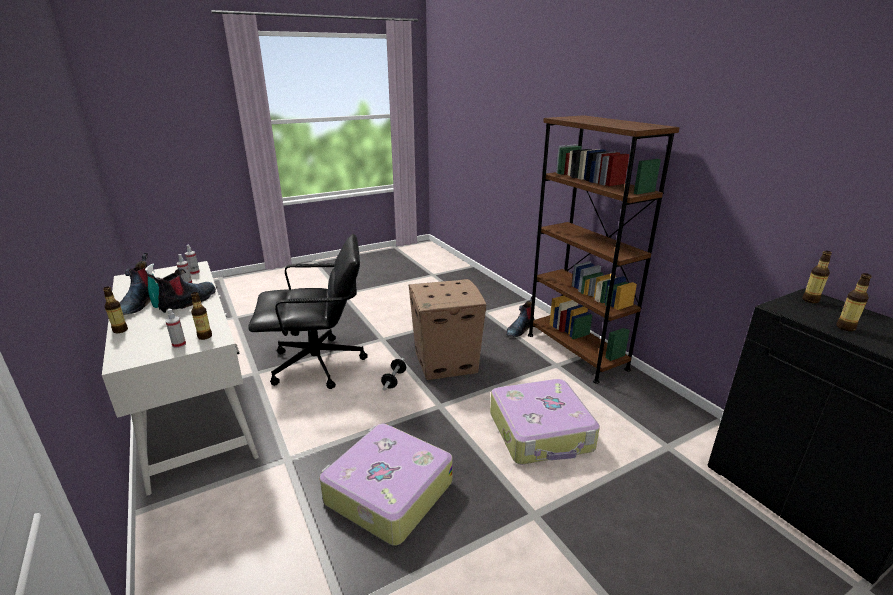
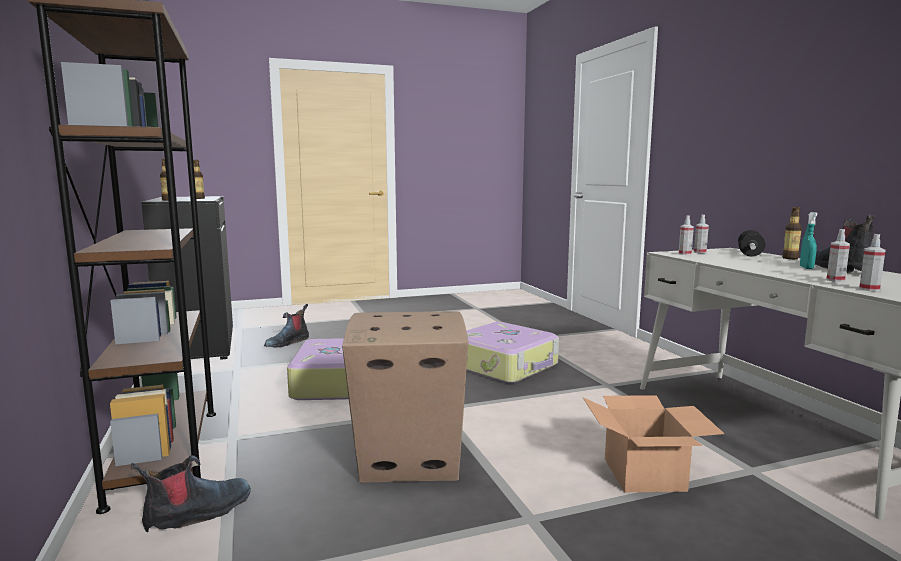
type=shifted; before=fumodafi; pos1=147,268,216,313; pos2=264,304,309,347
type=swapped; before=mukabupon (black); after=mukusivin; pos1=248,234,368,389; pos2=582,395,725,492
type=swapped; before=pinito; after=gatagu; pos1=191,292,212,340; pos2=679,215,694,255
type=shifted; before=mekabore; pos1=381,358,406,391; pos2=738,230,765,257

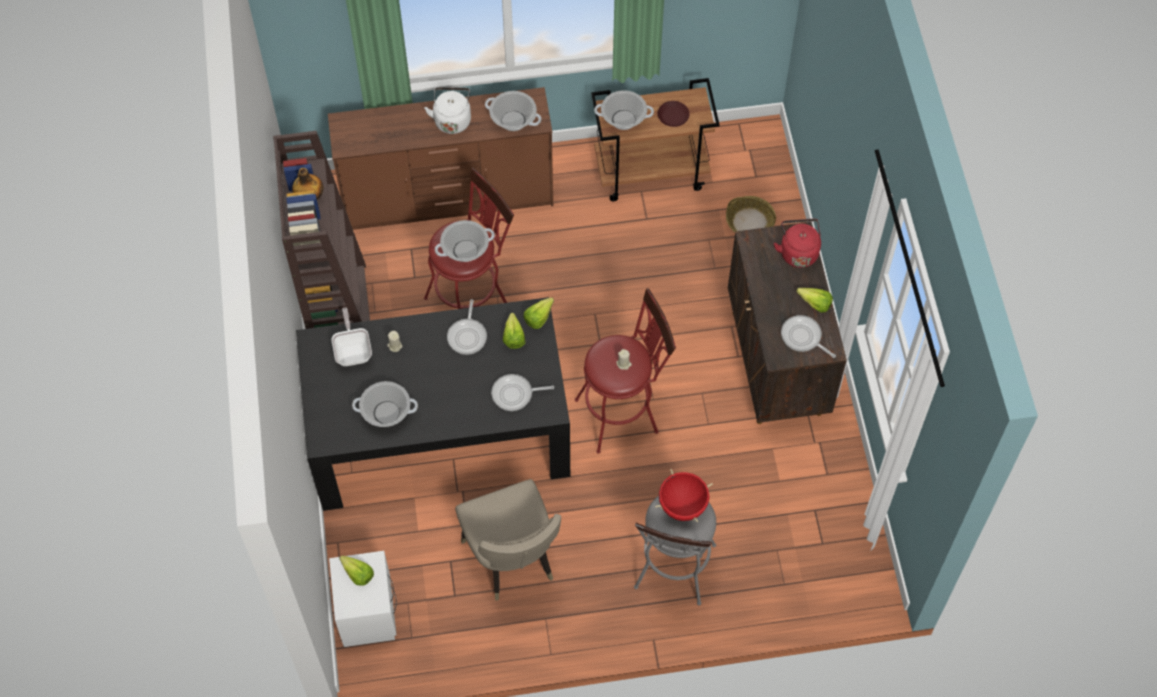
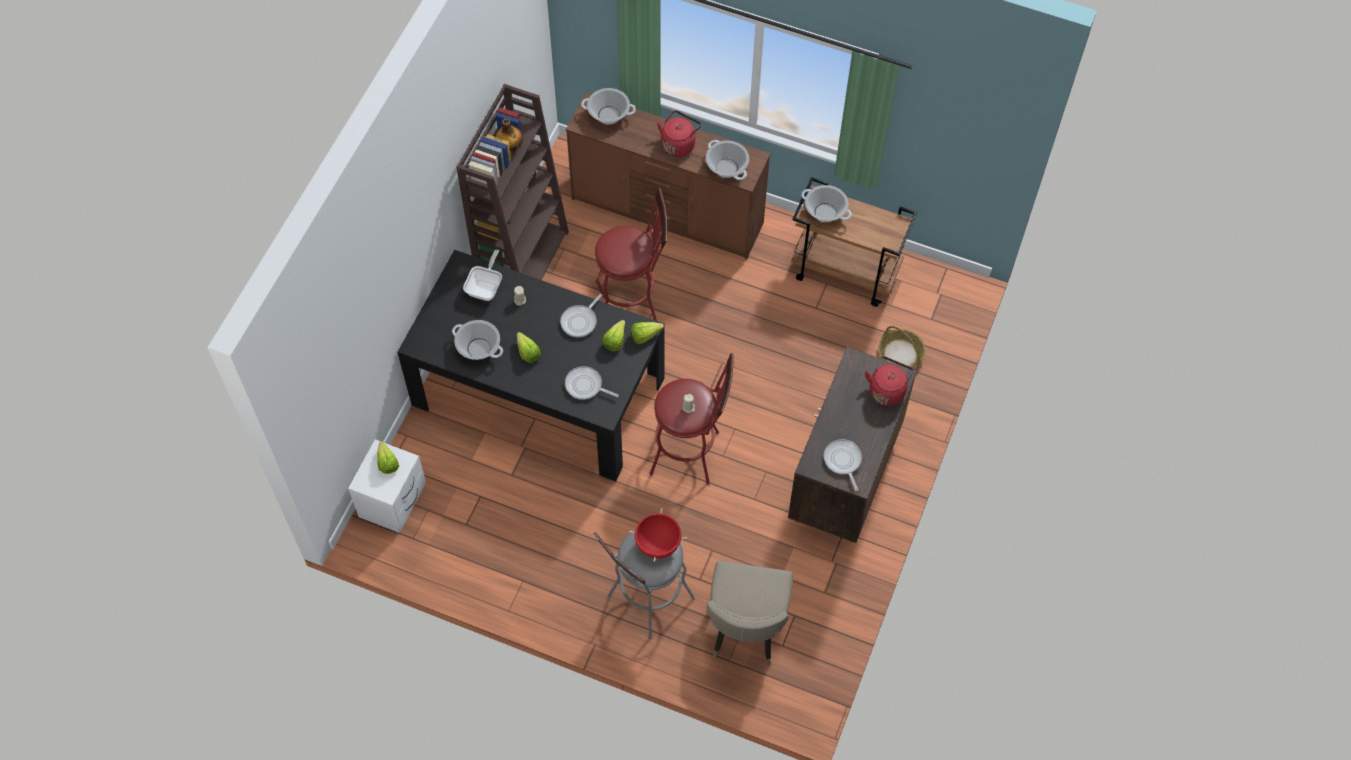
type=shifted; before=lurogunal; pos1=796,288,833,312; pos2=517,332,541,363
type=shifted; before=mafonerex; pos1=435,220,495,262; pos2=581,88,636,125
type=repainted; before=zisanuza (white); after=zisanuza (red); pos1=424,87,471,134; pos2=657,110,701,157
type=shifted; before=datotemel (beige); pos1=455,479,561,601; pos2=706,561,793,666
type=gone; before=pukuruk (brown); pos1=658,101,690,127

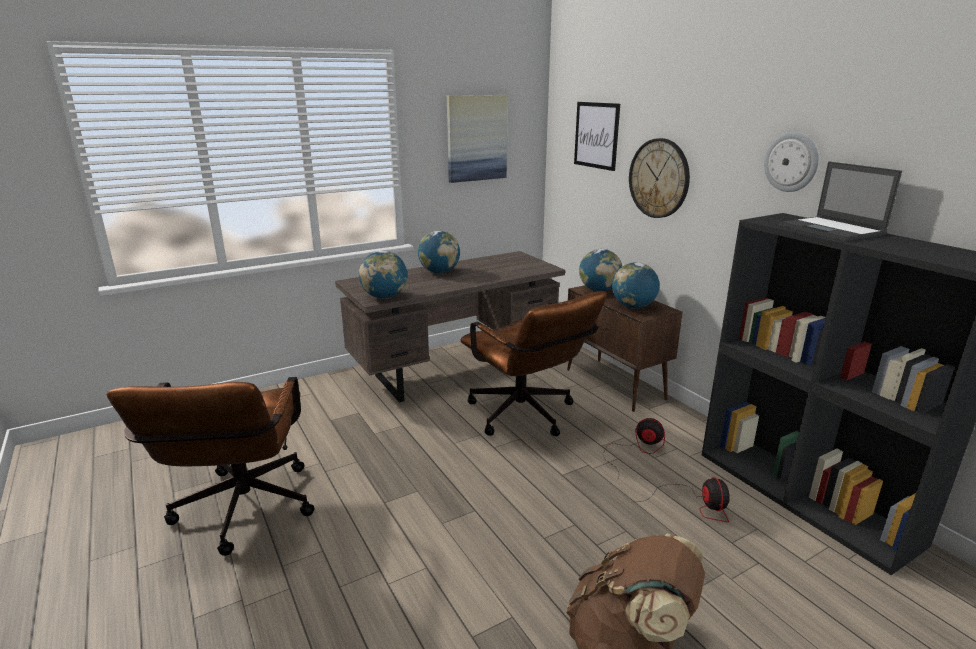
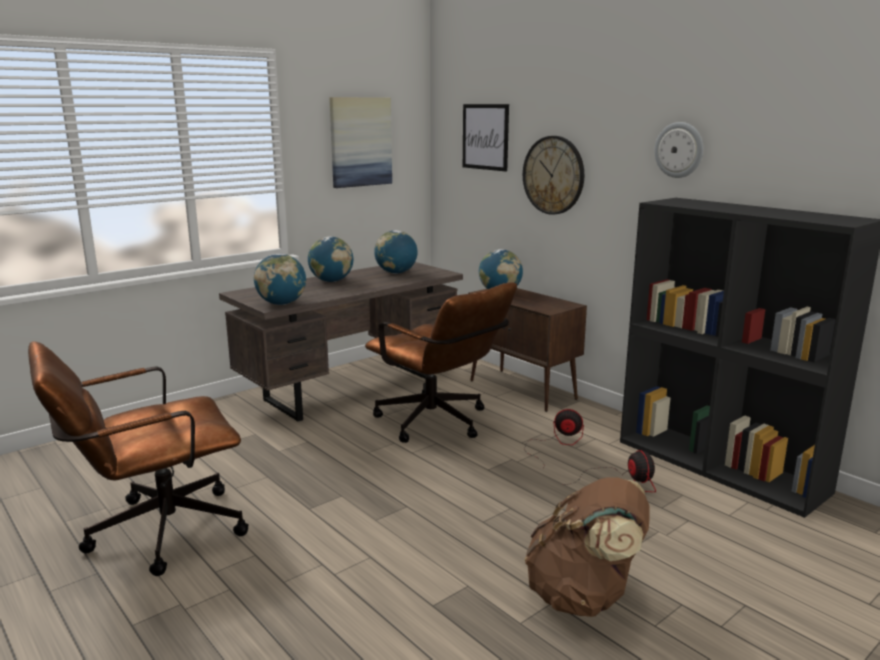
type=rotated; before=mukabupon (brown); pos1=107,377,315,556; pos2=28,341,249,576; turn=75
type=shifted; before=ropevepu; pos1=612,262,659,309; pos2=374,230,418,274
type=gone; before=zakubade; pos1=779,161,902,241

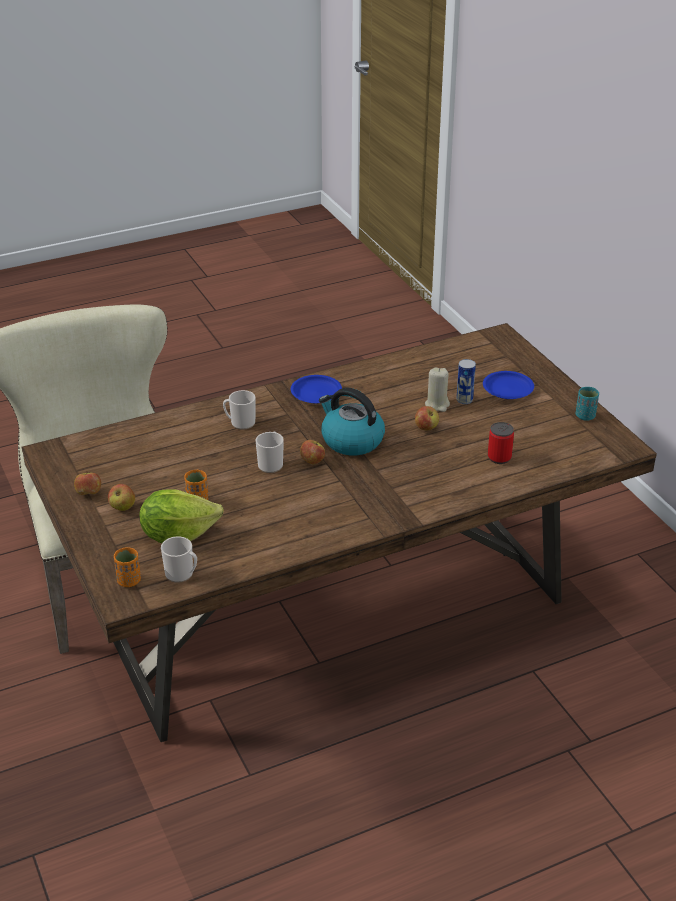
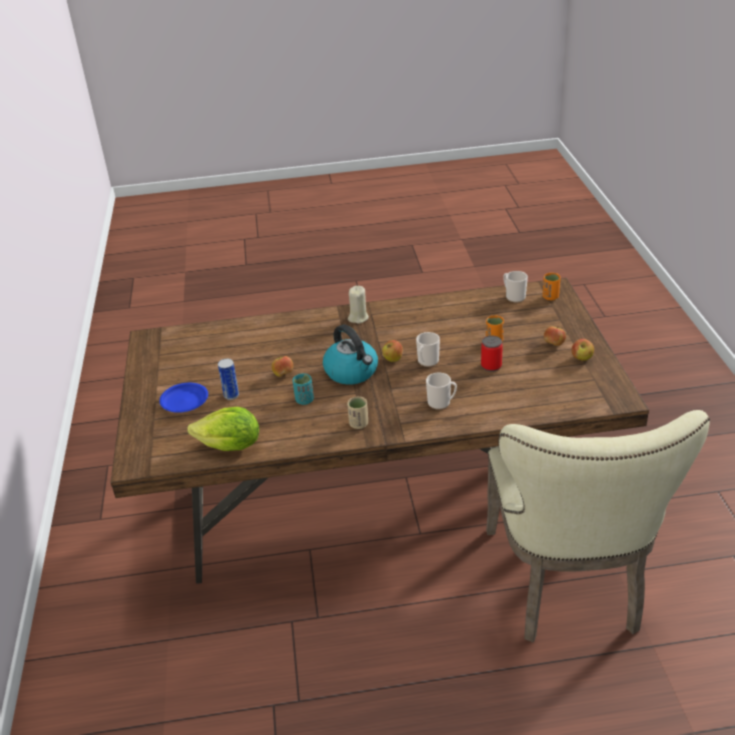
type=shifted; before=lurogunal; pos1=139,489,224,543; pos2=187,407,259,451
type=shifted; before=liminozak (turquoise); pos1=576,387,599,421; pos2=293,374,314,405
type=swapped; before=pukuruk (blue); after=liminozak (beige); pos1=291,375,342,403; pos2=347,396,368,429
type=shifted; before=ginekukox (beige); pos1=425,368,450,412; pos2=348,286,369,324
type=shifted; before=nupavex; pos1=488,422,514,464; pos2=481,336,503,372

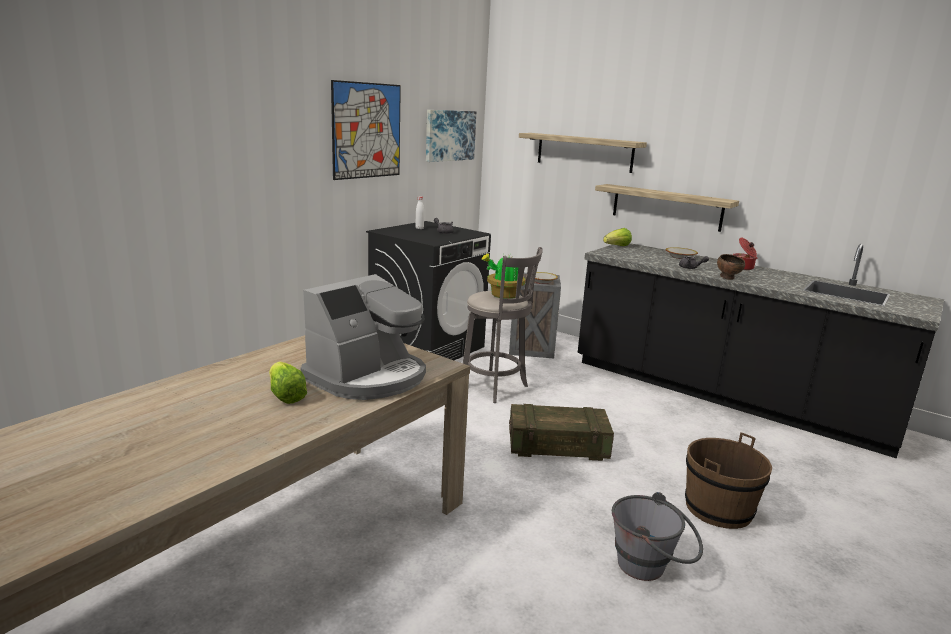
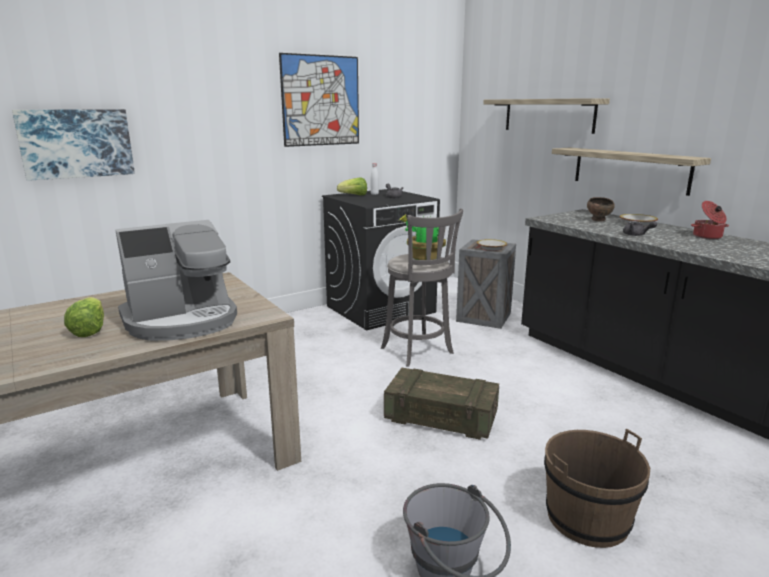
type=shifted; before=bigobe; pos1=426,110,476,162; pos2=12,109,135,181
type=shifted; before=lurogunal; pos1=603,228,632,246; pos2=337,177,367,195
type=shifted; before=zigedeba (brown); pos1=717,254,745,280; pos2=587,197,615,222

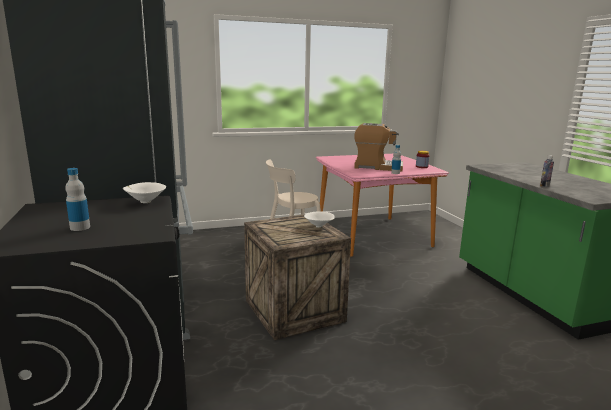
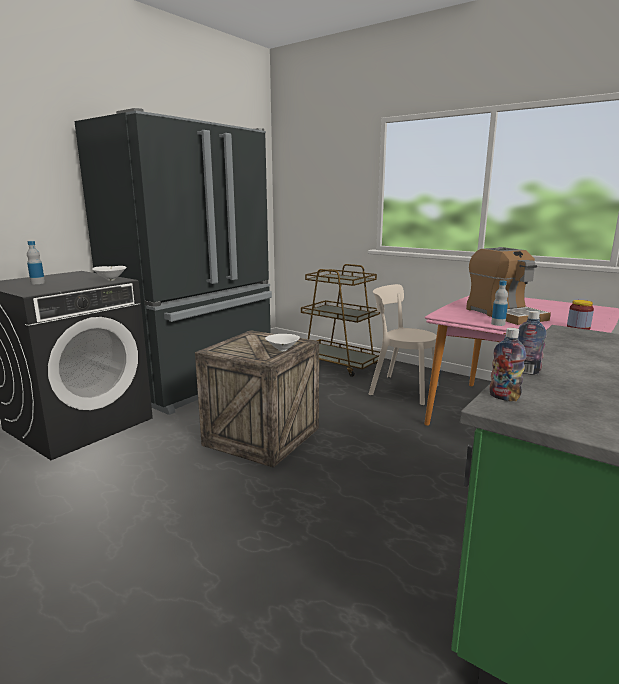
type=new; after=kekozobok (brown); pos2=301,264,380,377
type=new; after=pinito; pos2=489,328,526,401

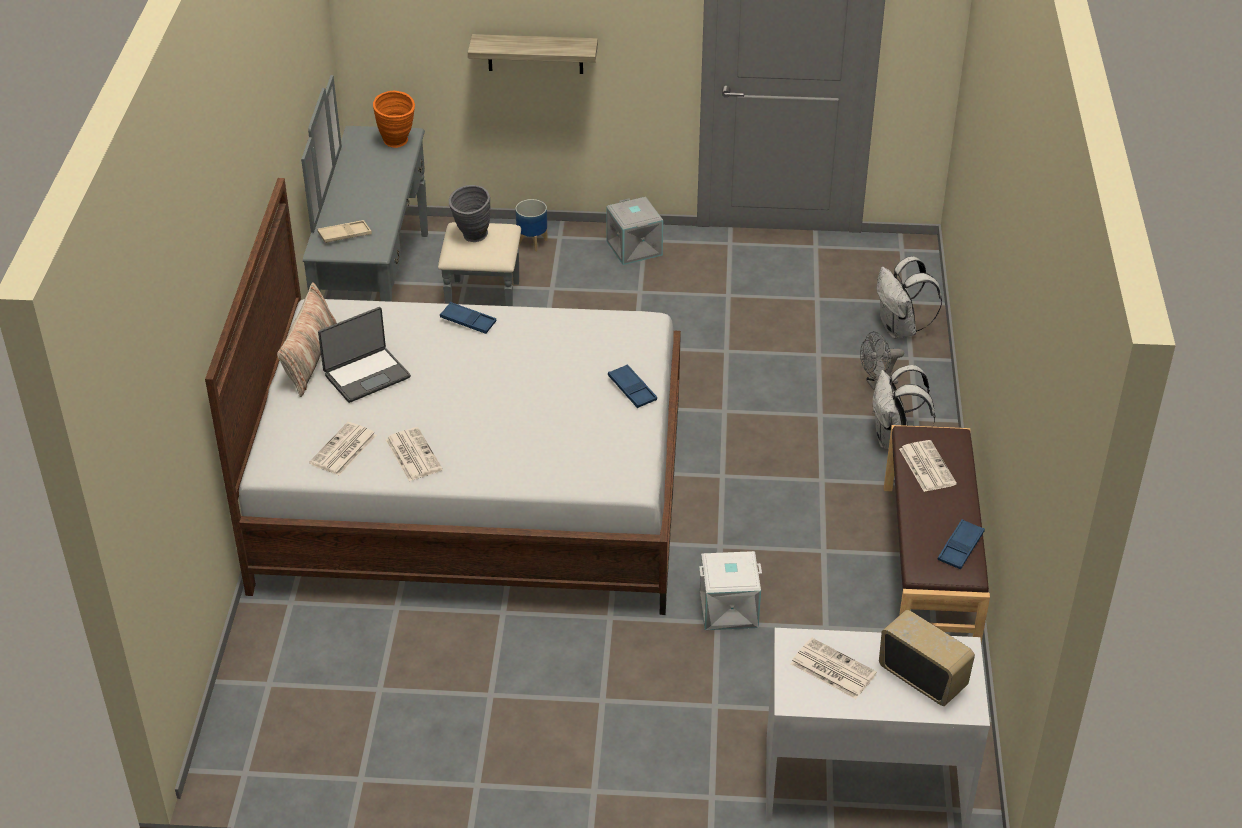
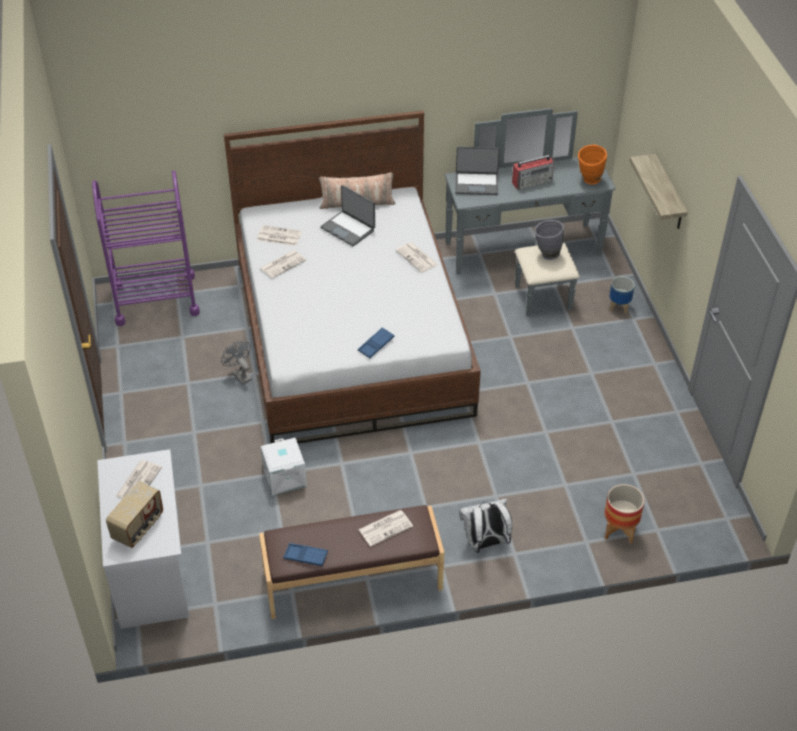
type=new; after=kekozobok (purple); pos2=92,171,200,326
type=shifted; before=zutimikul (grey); pos1=860,331,904,390; pos2=221,341,252,385
type=swapped; before=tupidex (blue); after=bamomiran; pos1=440,302,496,334; pos2=396,242,438,273
type=swapped; before=tupidex (beige); after=zakubade; pos1=317,220,372,243; pos2=455,147,500,195
type=new; after=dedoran; pos2=512,155,554,190
type=swapped; before=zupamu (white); after=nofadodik; pos1=877,256,942,339; pos2=605,484,644,544
type=gone; before=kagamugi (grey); pos1=606,197,663,265

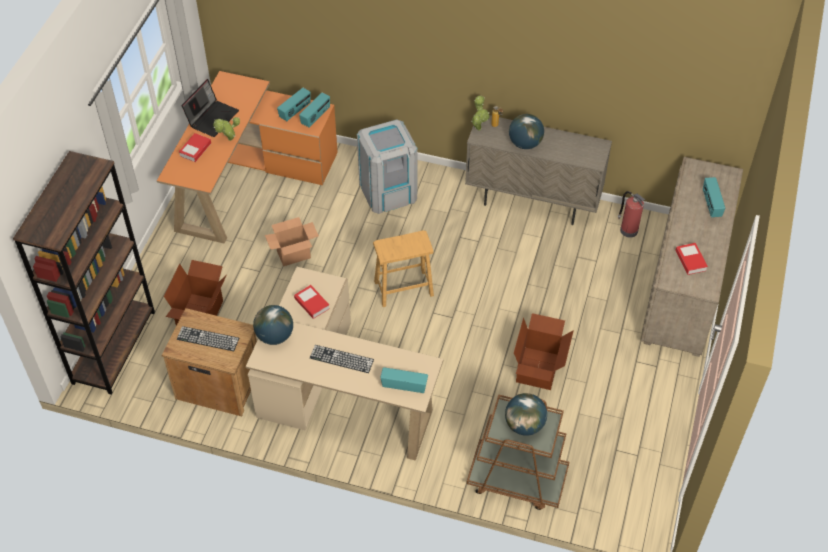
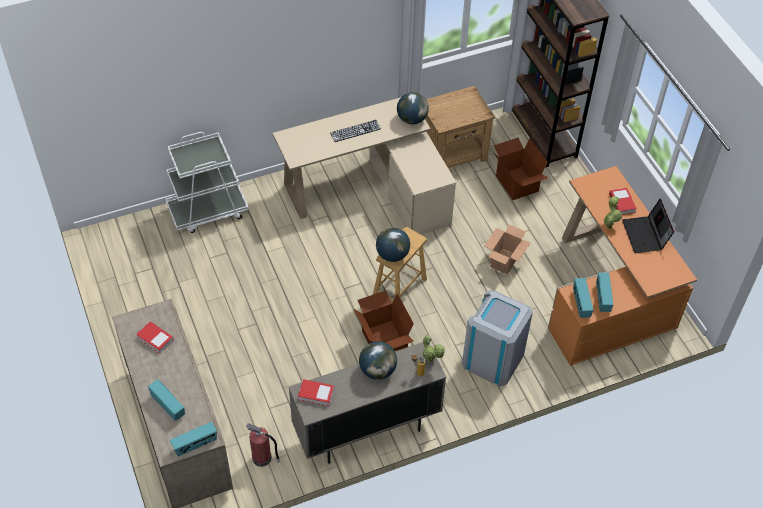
type=repainted; before=kekozobok (brown); after=kekozobok (white); pos1=467,394,569,510; pos2=166,132,249,233
type=shifted; before=dedoran; pos1=380,367,428,393; pos2=170,422,217,456
type=shifted; before=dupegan; pos1=294,285,330,319; pos2=298,379,334,406
type=shifted; before=mukusivin; pos1=514,313,574,390; pos2=354,290,414,351
type=shifted; before=ropevepu; pos1=505,393,547,436; pos2=376,227,410,262
type=gone; before=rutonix; pos1=177,326,239,351

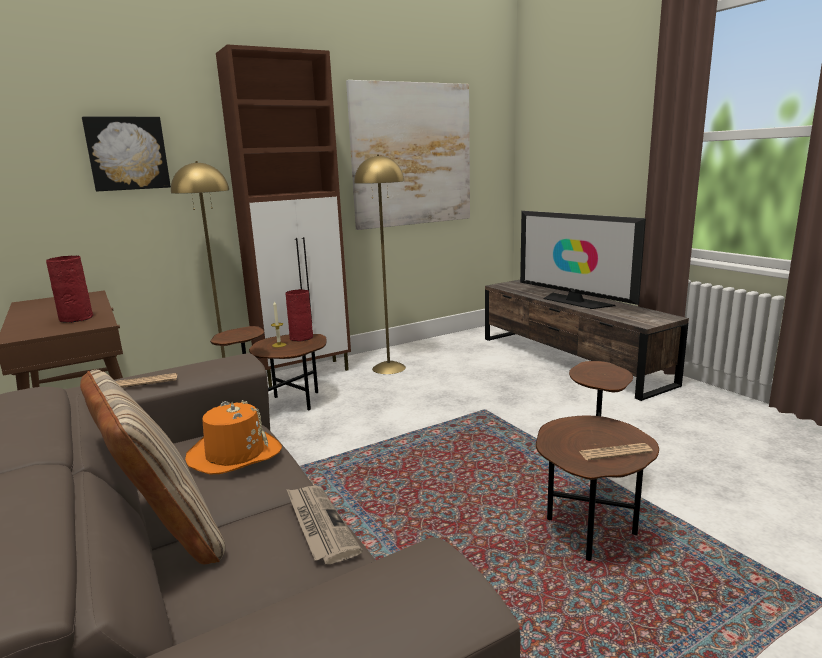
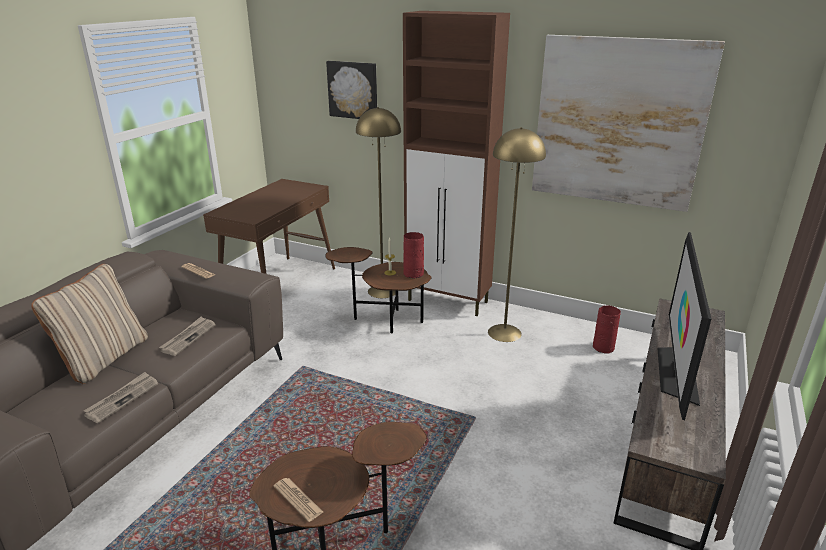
type=swapped; before=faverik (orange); after=bamomiran; pos1=185,400,282,474; pos2=159,316,215,356
type=shifted; before=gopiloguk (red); pos1=46,256,93,323; pos2=593,305,621,354

